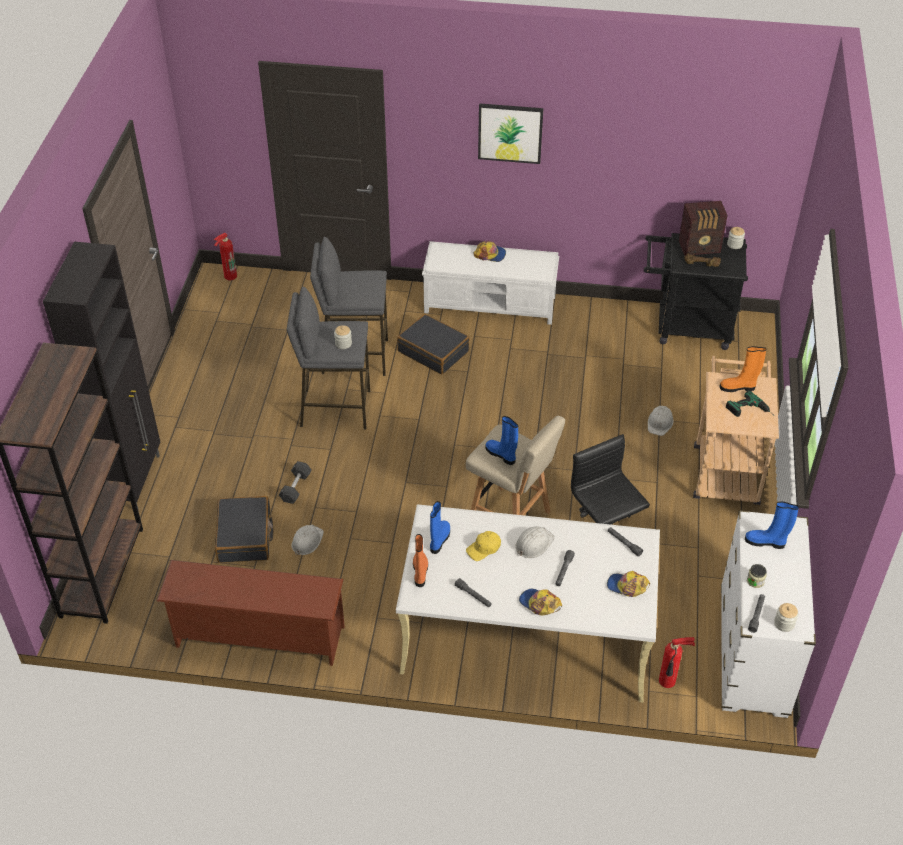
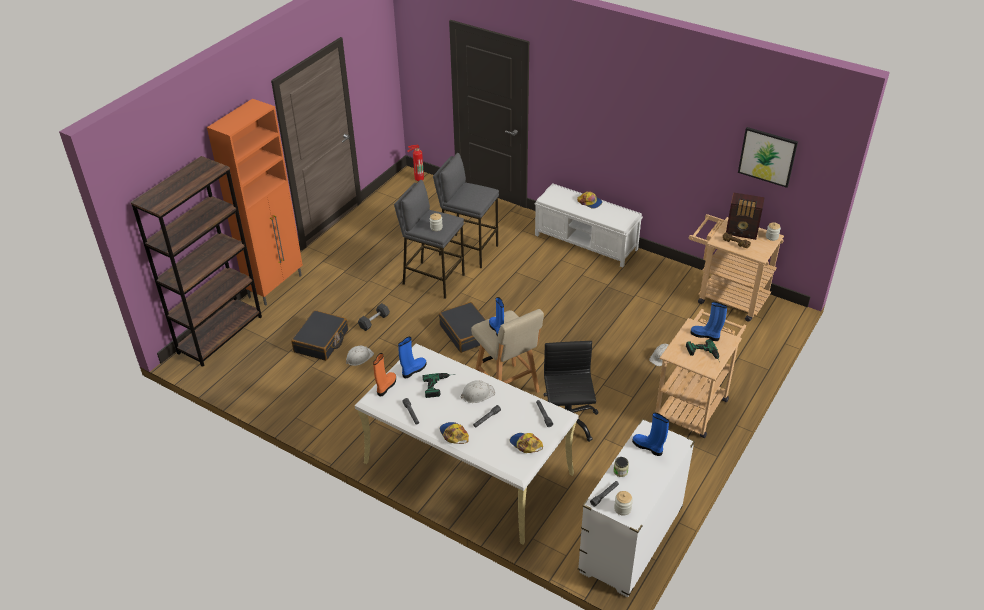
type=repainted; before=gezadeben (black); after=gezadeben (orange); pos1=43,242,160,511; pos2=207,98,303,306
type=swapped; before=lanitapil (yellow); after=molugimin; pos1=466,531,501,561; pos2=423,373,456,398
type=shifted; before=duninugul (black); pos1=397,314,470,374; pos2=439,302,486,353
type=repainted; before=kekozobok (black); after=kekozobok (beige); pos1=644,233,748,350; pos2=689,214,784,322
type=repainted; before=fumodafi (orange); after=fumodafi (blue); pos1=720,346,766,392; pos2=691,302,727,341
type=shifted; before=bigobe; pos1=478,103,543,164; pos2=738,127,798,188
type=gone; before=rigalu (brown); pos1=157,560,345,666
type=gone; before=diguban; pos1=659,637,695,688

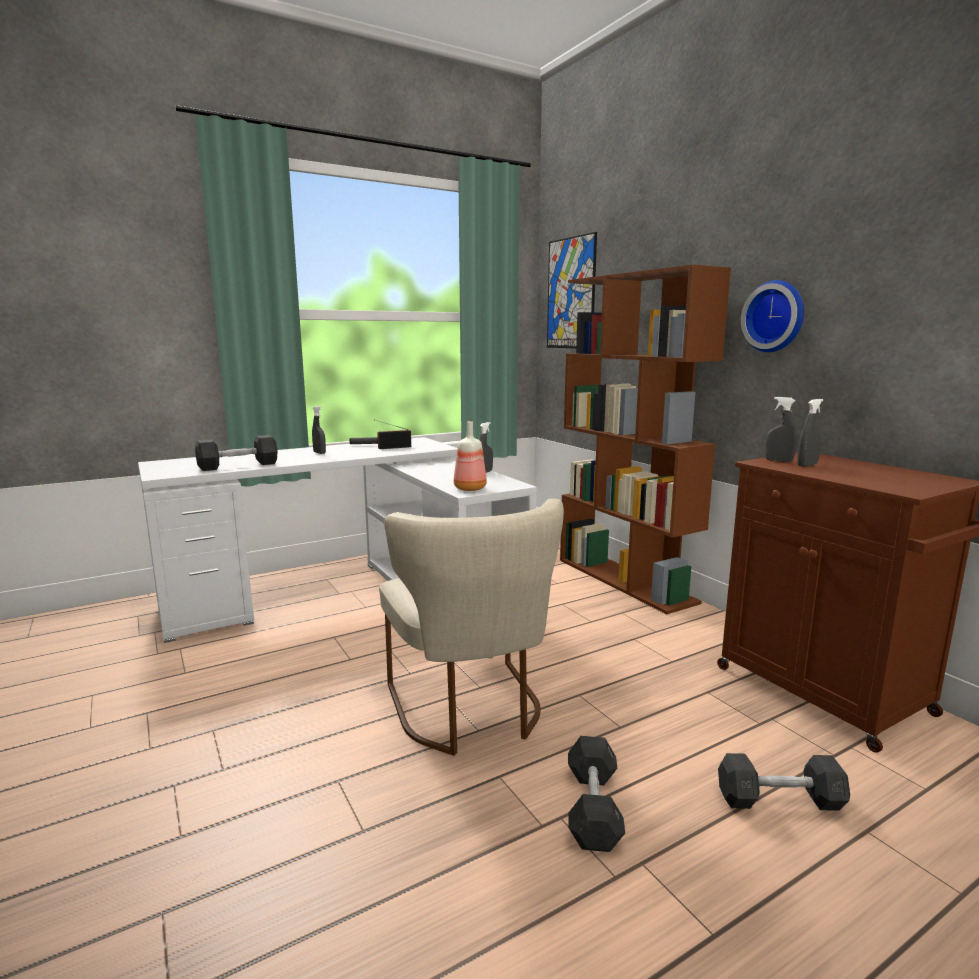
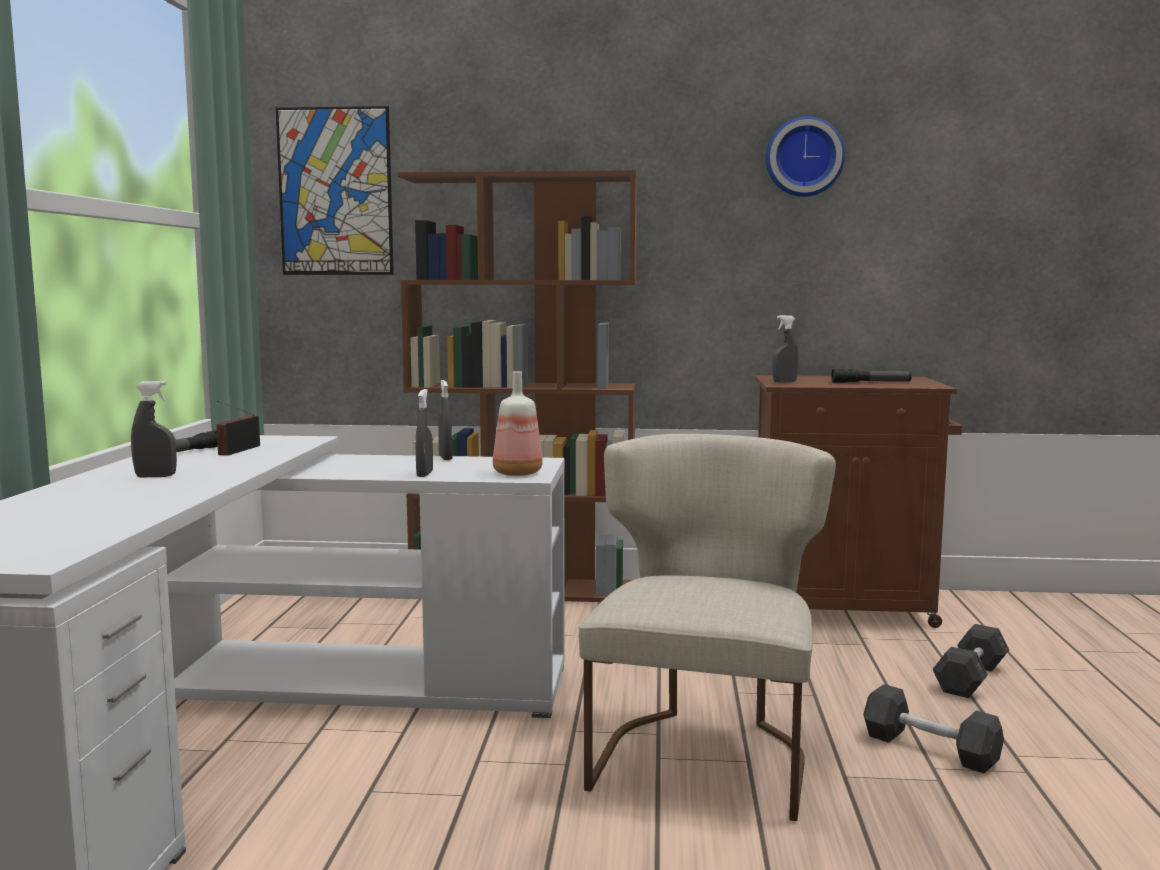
type=shifted; before=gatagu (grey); pos1=797,399,823,467; pos2=416,389,433,477
type=rotated; before=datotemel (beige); pos1=379,498,564,756; pos2=579,434,836,821; turn=-90
type=shifted; before=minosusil; pos1=741,280,804,352; pos2=766,116,845,197
type=new; after=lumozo; pos2=832,369,912,383
type=gone; before=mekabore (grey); pos1=195,435,278,471

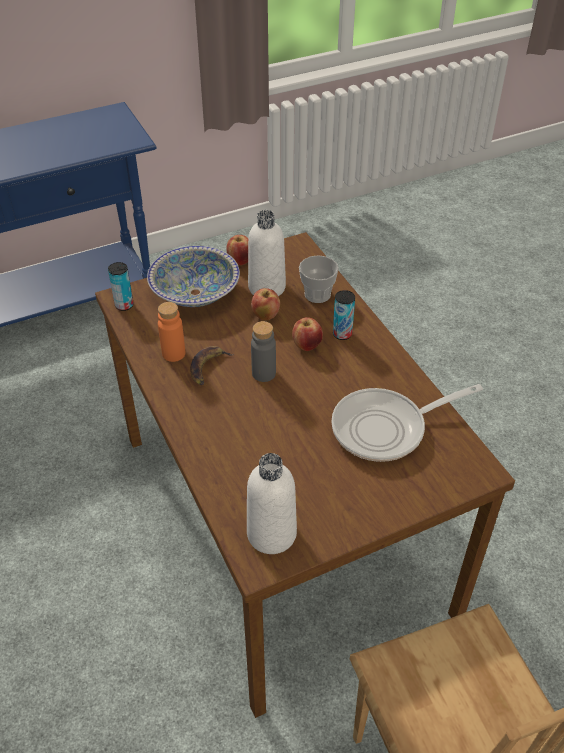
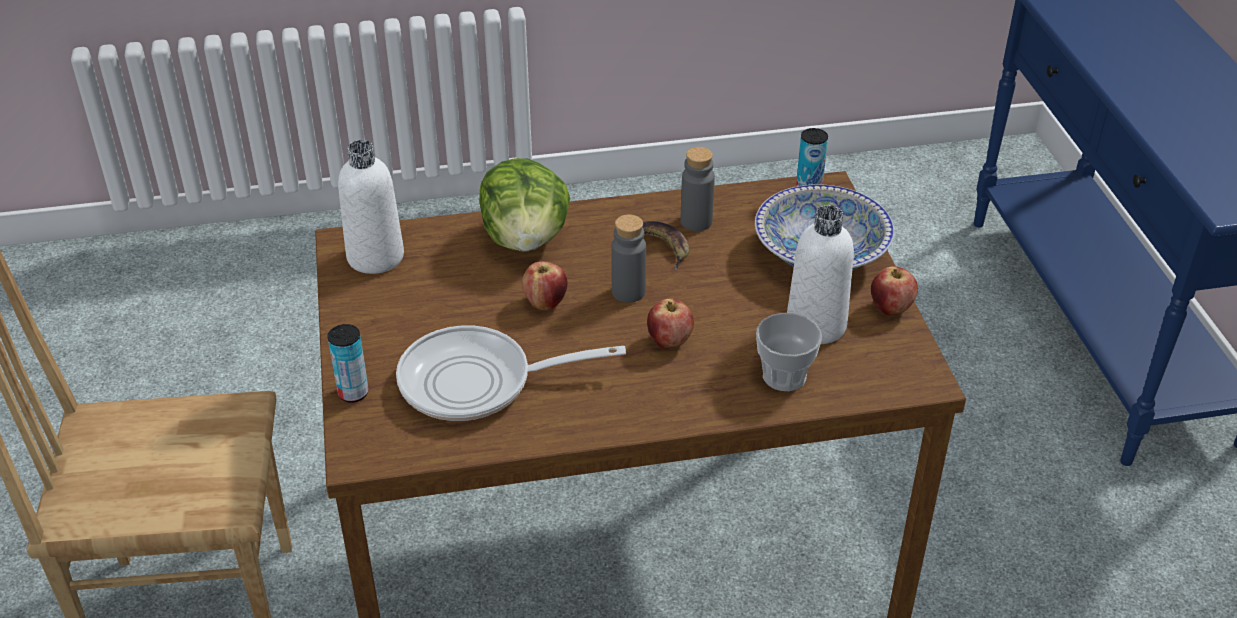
type=shifted; before=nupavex; pos1=333,290,355,340; pos2=327,324,369,403
type=rotated; before=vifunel; pos1=331,384,483,462; pos2=396,326,626,421; turn=-90
type=new; after=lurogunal; pos2=479,158,570,252
type=shifted; before=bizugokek; pos1=251,288,280,320; pos2=522,261,568,310
type=repainted; before=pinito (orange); after=pinito (grey); pos1=158,302,185,362; pos2=681,147,715,231

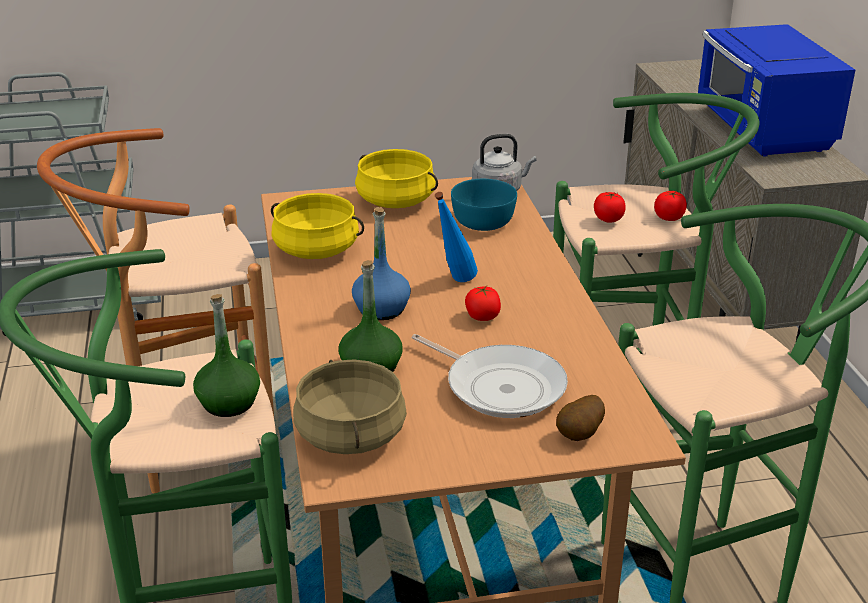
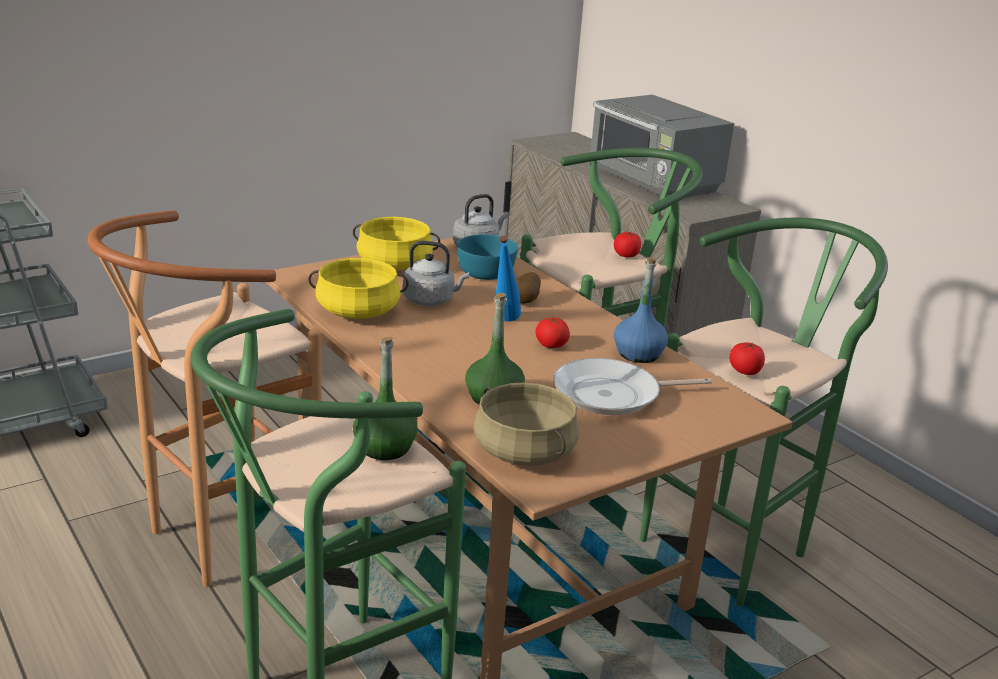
type=new; after=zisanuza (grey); pos2=403,241,469,306
type=shifted; before=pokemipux; pos1=556,395,605,441; pos2=516,272,541,304
type=rotated; before=vifunel; pos1=412,334,568,418; pos2=553,358,712,415; turn=150
type=repainted; before=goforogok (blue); after=goforogok (grey); pos1=698,24,855,157; pos2=591,95,734,197
type=shifted; before=pinito (blue); pos1=352,207,411,320; pos2=614,257,668,363
type=shifted; before=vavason; pos1=594,192,626,223; pos2=730,342,765,375

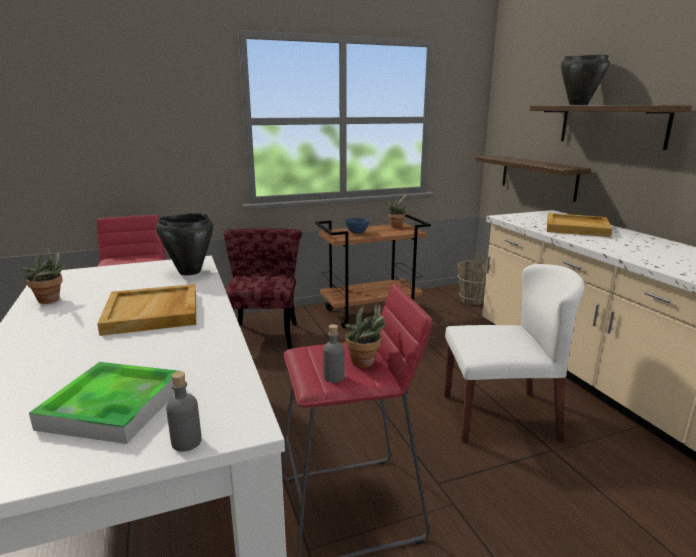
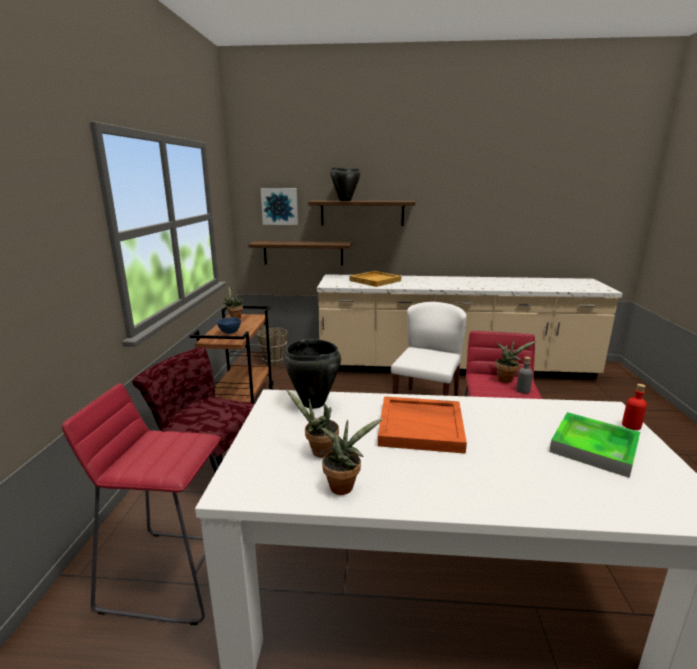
type=new; after=bigobe; pos2=261,188,298,225
type=new; after=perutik; pos2=287,390,339,458
type=repainted; before=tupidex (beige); after=tupidex (orange); pos1=97,284,196,336; pos2=378,396,467,454
type=repainted; before=pinito (grey); after=pinito (red); pos1=166,371,202,452; pos2=622,384,647,430

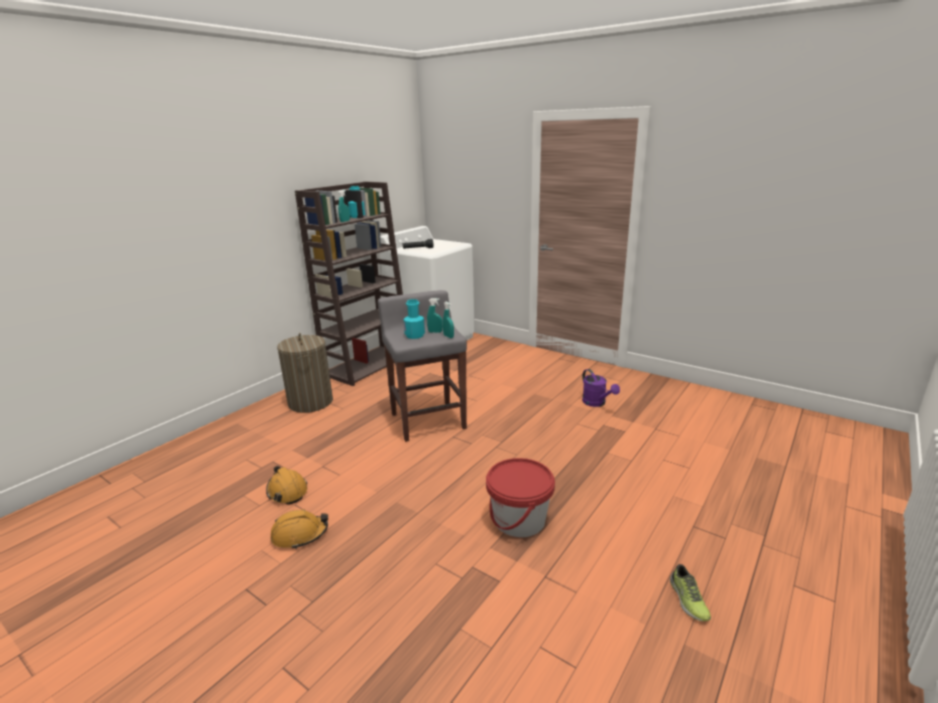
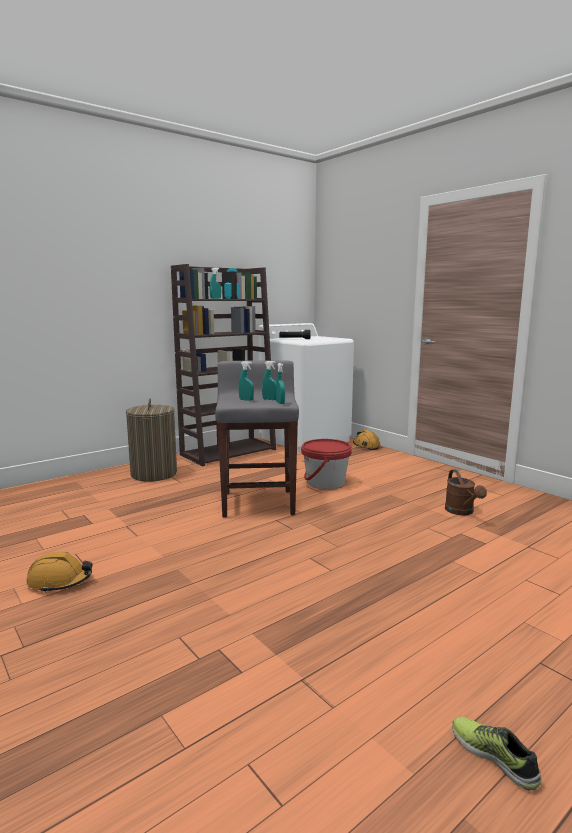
type=swapped; before=pinito (turquoise); after=gatagu (turquoise); pos1=403,299,425,339; pos2=238,361,254,401
type=shifted; before=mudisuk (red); pos1=486,458,555,537; pos2=301,439,352,489
type=shifted; before=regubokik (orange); pos1=266,466,308,505; pos2=353,430,381,450
type=repainted; before=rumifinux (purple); after=rumifinux (brown); pos1=582,369,620,407; pos2=445,470,487,516
type=rotated; before=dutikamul; pos1=670,564,711,621; pos2=452,717,542,790; turn=135

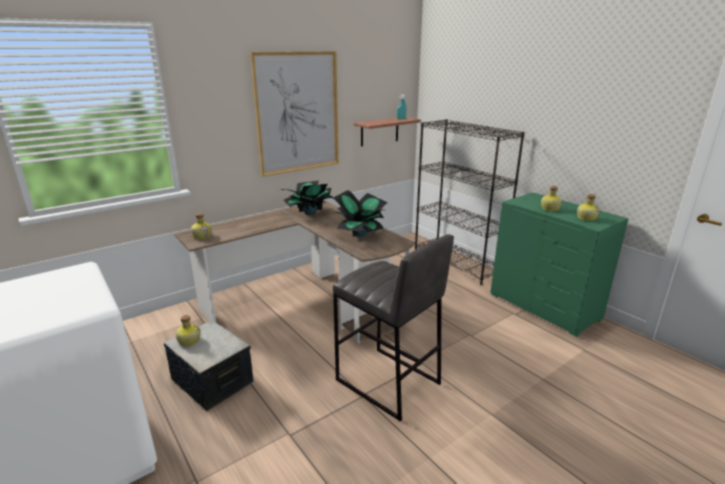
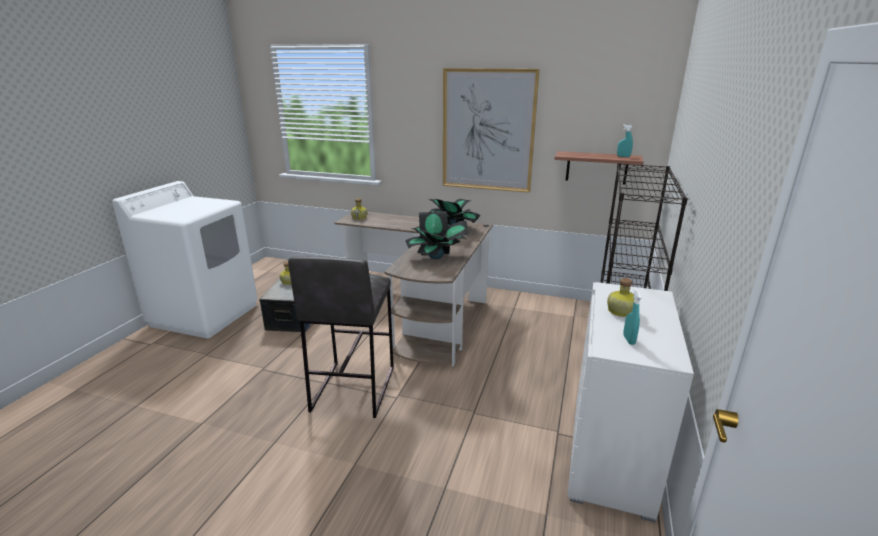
type=repainted; before=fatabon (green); after=fatabon (white); pos1=490,193,629,337; pos2=567,282,694,523
type=swapped; before=pinito; after=gatagu (turquoise); pos1=577,194,600,221; pos2=623,289,641,345

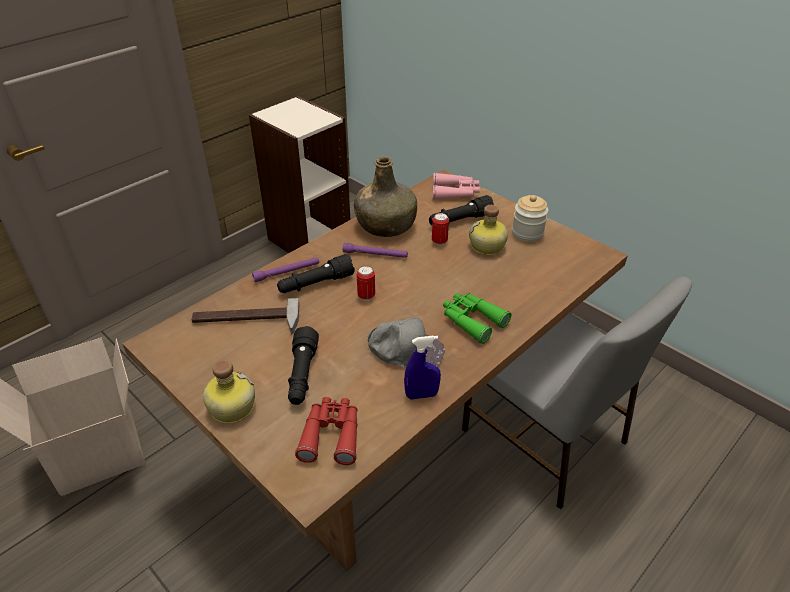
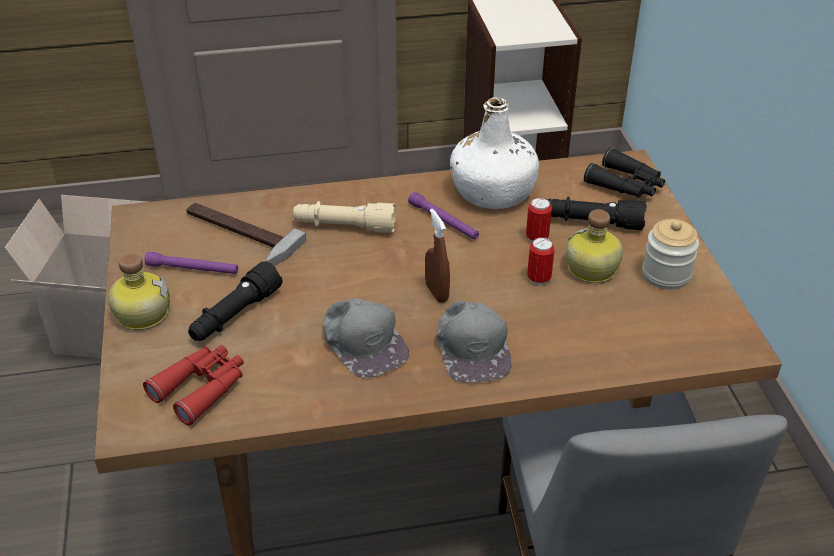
type=shifted; before=lumozo (purple); pos1=252,257,319,282; pos2=144,252,238,274
type=repainted; before=lumozo (black); after=lumozo (beige); pos1=277,254,355,293; pos2=293,201,396,233
type=new; after=gatagu (brown); pos2=425,209,450,303
type=swapped; before=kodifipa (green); after=lanitapil (grey); pos1=443,293,511,344; pos2=436,301,512,383
type=repainted; before=pinito (green); after=pinito (white); pos1=354,157,417,237; pos2=450,98,539,209
type=shifted; before=nupavex; pos1=357,266,375,301; pos2=527,237,555,285
type=repainted; before=kodifipa (pink); after=kodifipa (black); pos1=433,173,480,199; pos2=584,147,665,198
type=gone; before=gatagu (blue); pos1=404,335,441,399

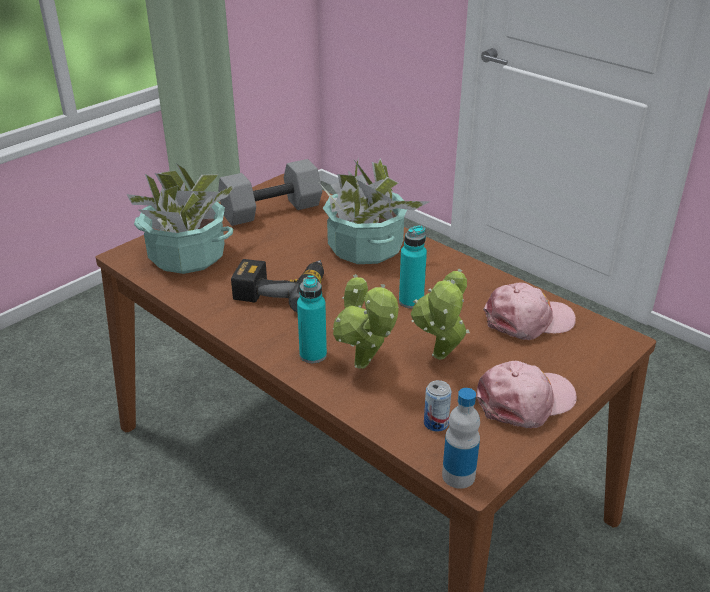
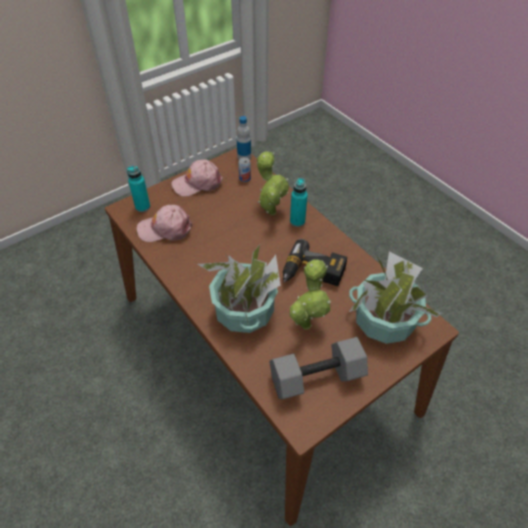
type=shifted; before=pinito (turquoise); pos1=399,225,427,308; pos2=127,166,150,212
type=shifted; before=perutik; pos1=411,269,470,360; pos2=290,259,331,330

